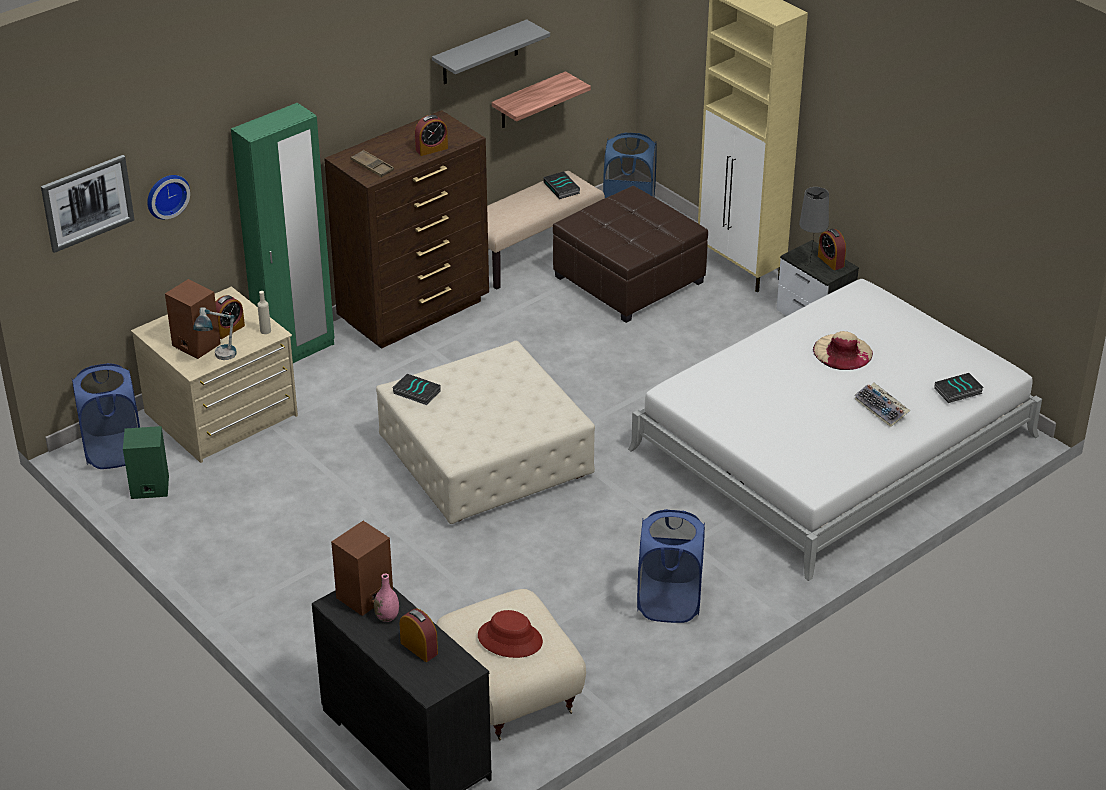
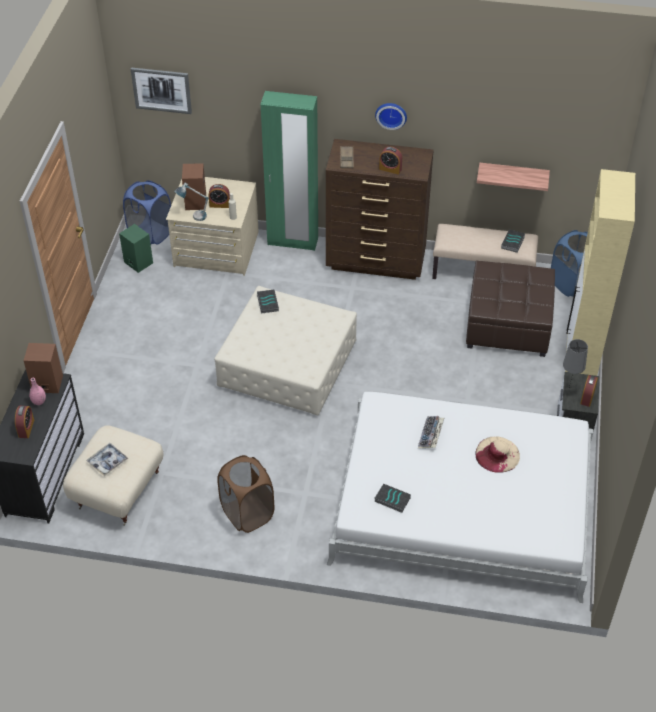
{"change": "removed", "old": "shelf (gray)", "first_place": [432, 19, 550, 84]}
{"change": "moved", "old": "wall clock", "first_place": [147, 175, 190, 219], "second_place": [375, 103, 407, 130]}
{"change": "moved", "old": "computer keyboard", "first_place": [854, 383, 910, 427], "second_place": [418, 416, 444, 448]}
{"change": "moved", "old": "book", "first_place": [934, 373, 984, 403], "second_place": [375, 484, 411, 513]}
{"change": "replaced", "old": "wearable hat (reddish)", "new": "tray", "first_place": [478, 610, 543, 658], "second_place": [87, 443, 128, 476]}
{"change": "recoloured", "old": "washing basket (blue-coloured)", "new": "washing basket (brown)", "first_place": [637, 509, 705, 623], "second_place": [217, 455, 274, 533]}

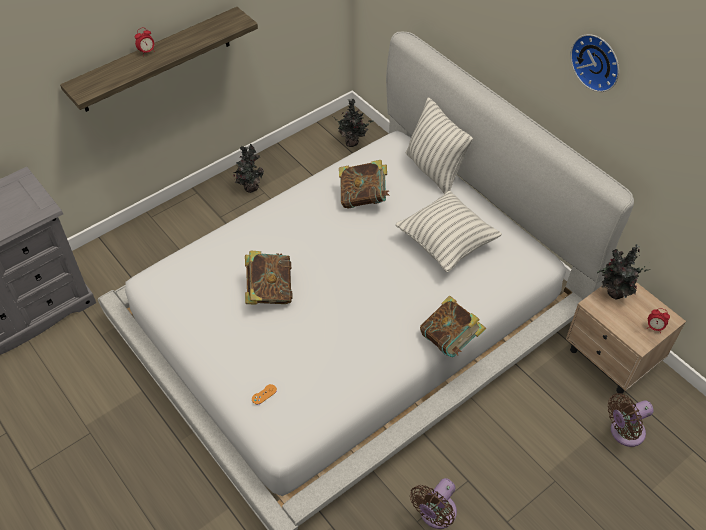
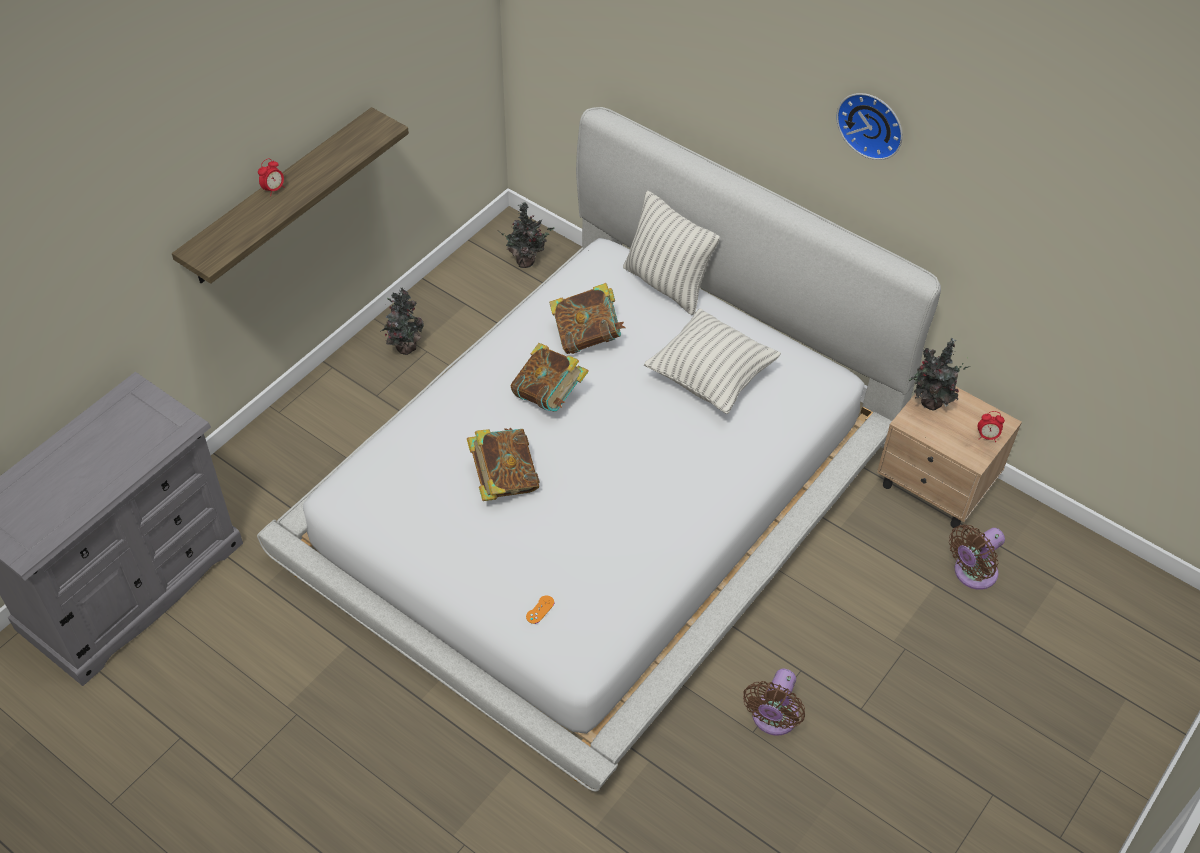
{"change": "moved", "old": "book", "first_place": [420, 295, 486, 357], "second_place": [511, 343, 589, 412]}

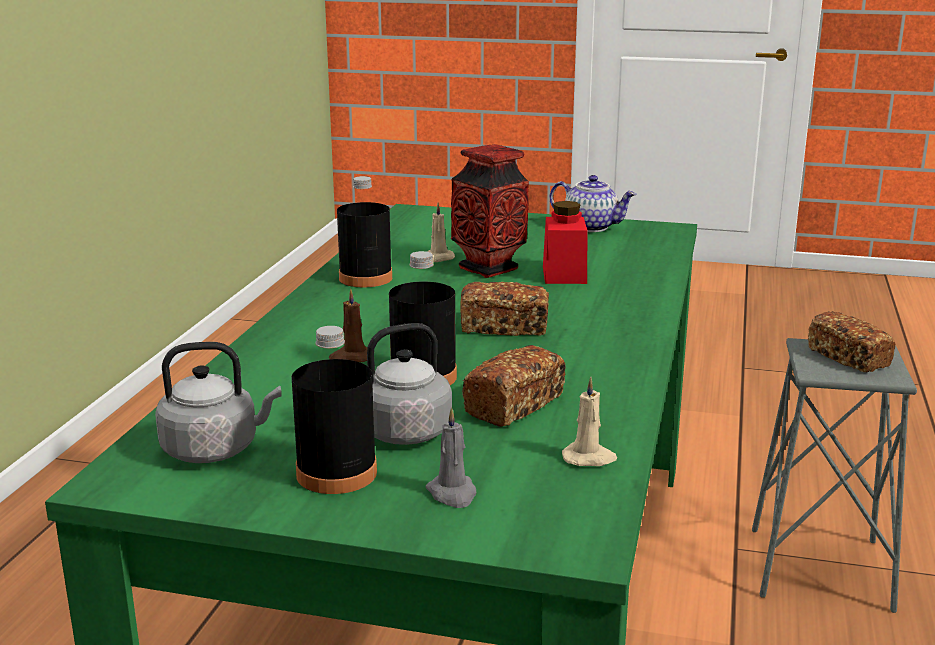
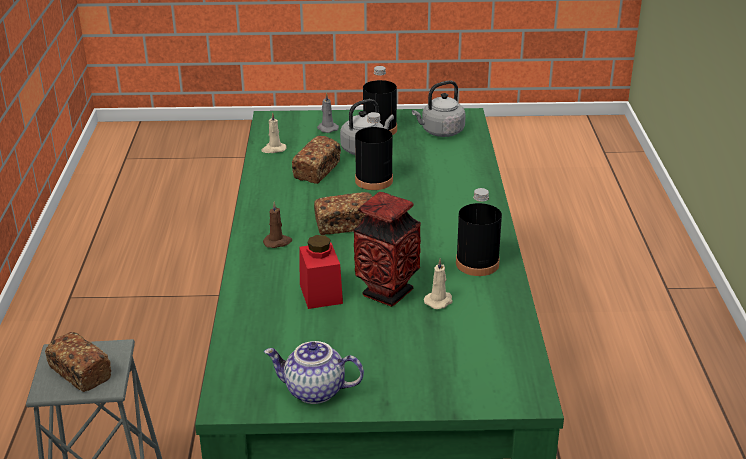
{"change": "moved", "old": "wax light (brown)", "first_place": [329, 288, 368, 362], "second_place": [263, 201, 292, 248]}

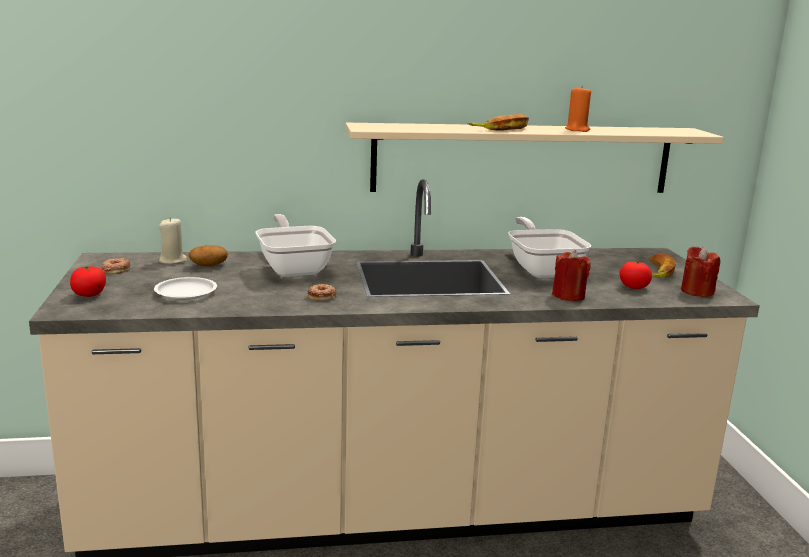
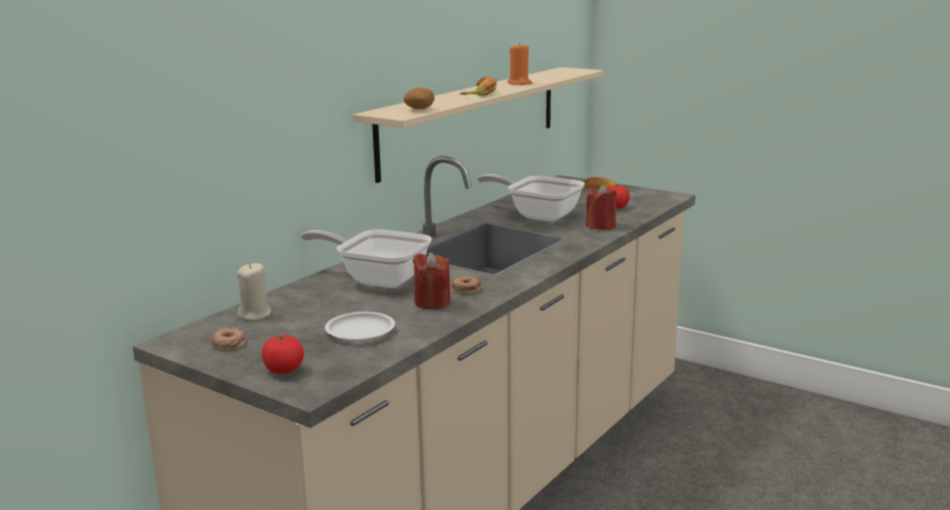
{"change": "moved", "old": "potato", "first_place": [189, 245, 228, 267], "second_place": [404, 88, 435, 109]}
{"change": "moved", "old": "wax light (reddish)", "first_place": [681, 247, 720, 297], "second_place": [413, 252, 451, 309]}

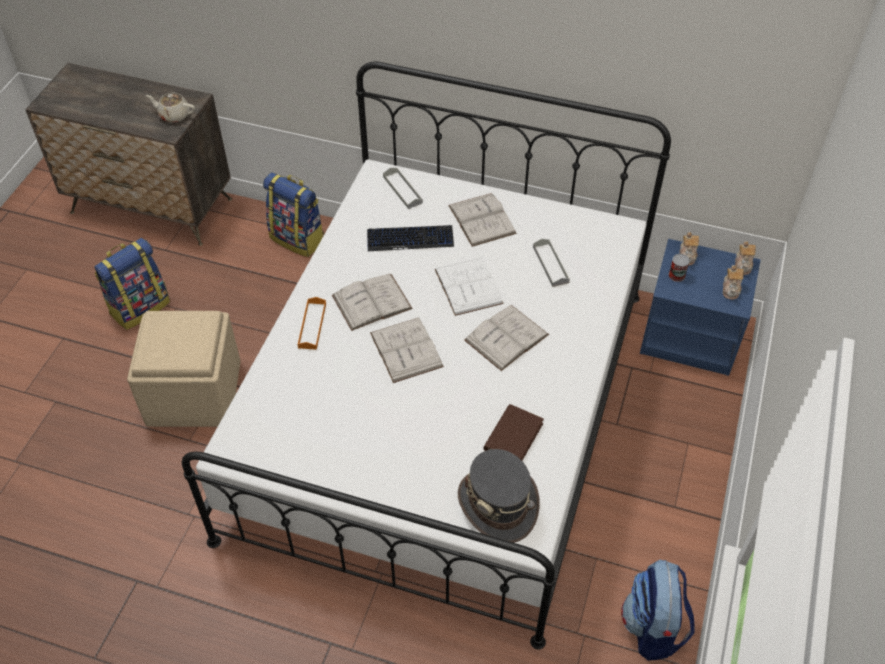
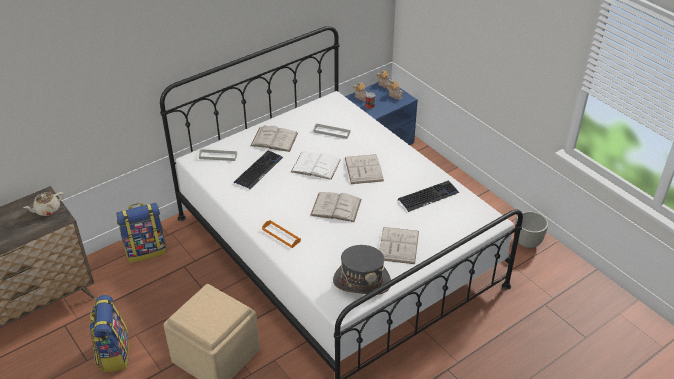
{"change": "moved", "old": "book (whitish)", "first_place": [332, 274, 413, 331], "second_place": [379, 227, 419, 264]}
{"change": "moved", "old": "wearable hat (gray)", "first_place": [458, 449, 540, 543], "second_place": [333, 245, 391, 295]}
{"change": "replaced", "old": "book (brown)", "new": "computer keyboard", "first_place": [483, 404, 544, 460], "second_place": [398, 180, 459, 212]}
{"change": "replaced", "old": "rucksack", "new": "flower pot (gray)", "first_place": [621, 560, 694, 661], "second_place": [515, 211, 548, 248]}

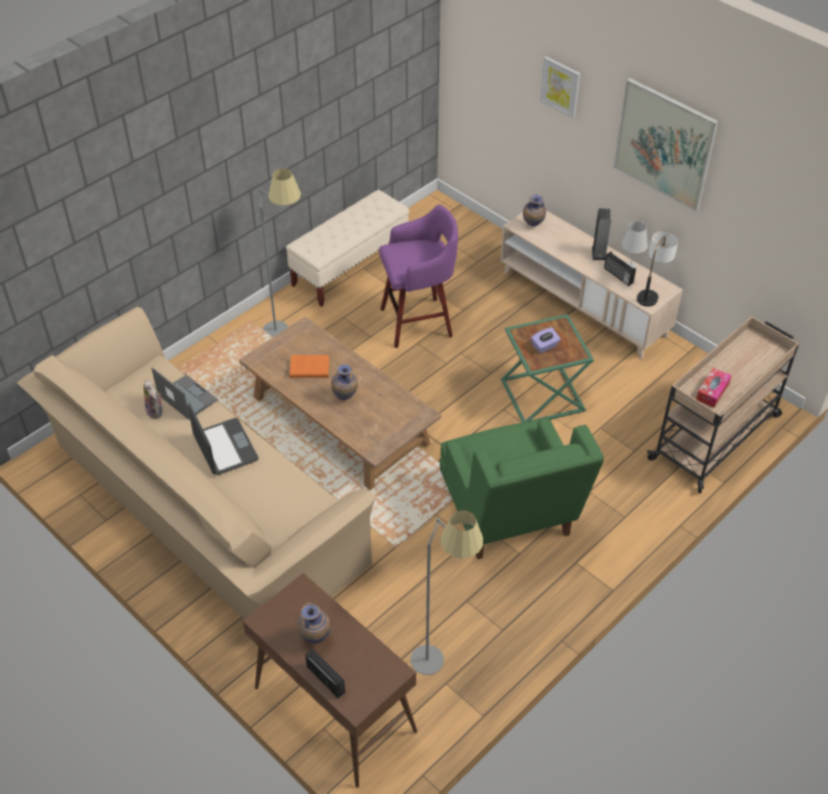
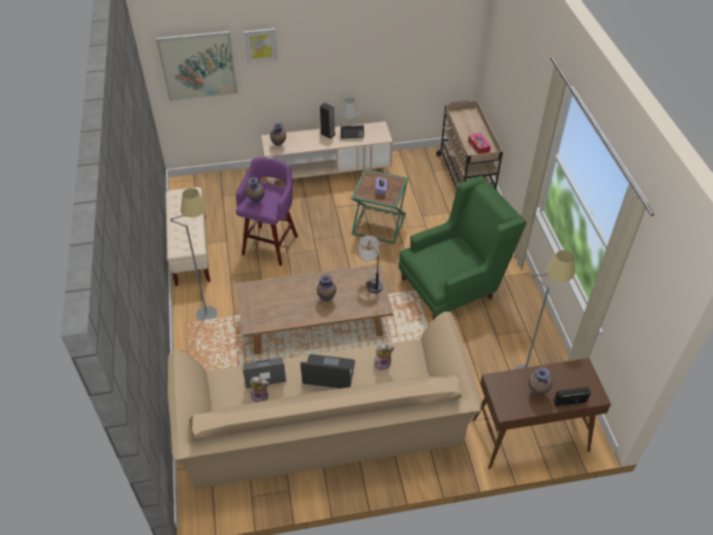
{"change": "removed", "old": "book (orange)", "first_place": [290, 355, 329, 378]}
{"change": "added", "new": "decorative vase", "second_place": [246, 177, 265, 202]}
{"change": "added", "new": "cuddly toy", "second_place": [374, 344, 395, 370]}
{"change": "moved", "old": "wall art", "first_place": [614, 78, 719, 211], "second_place": [156, 31, 238, 101]}
{"change": "moved", "old": "lamp for a table", "first_place": [637, 230, 678, 307], "second_place": [358, 235, 383, 293]}
{"change": "turned", "old": "easy chair (green-coloured)", "first_place": [440, 418, 604, 559], "second_place": [399, 176, 527, 320], "degrees": -45}

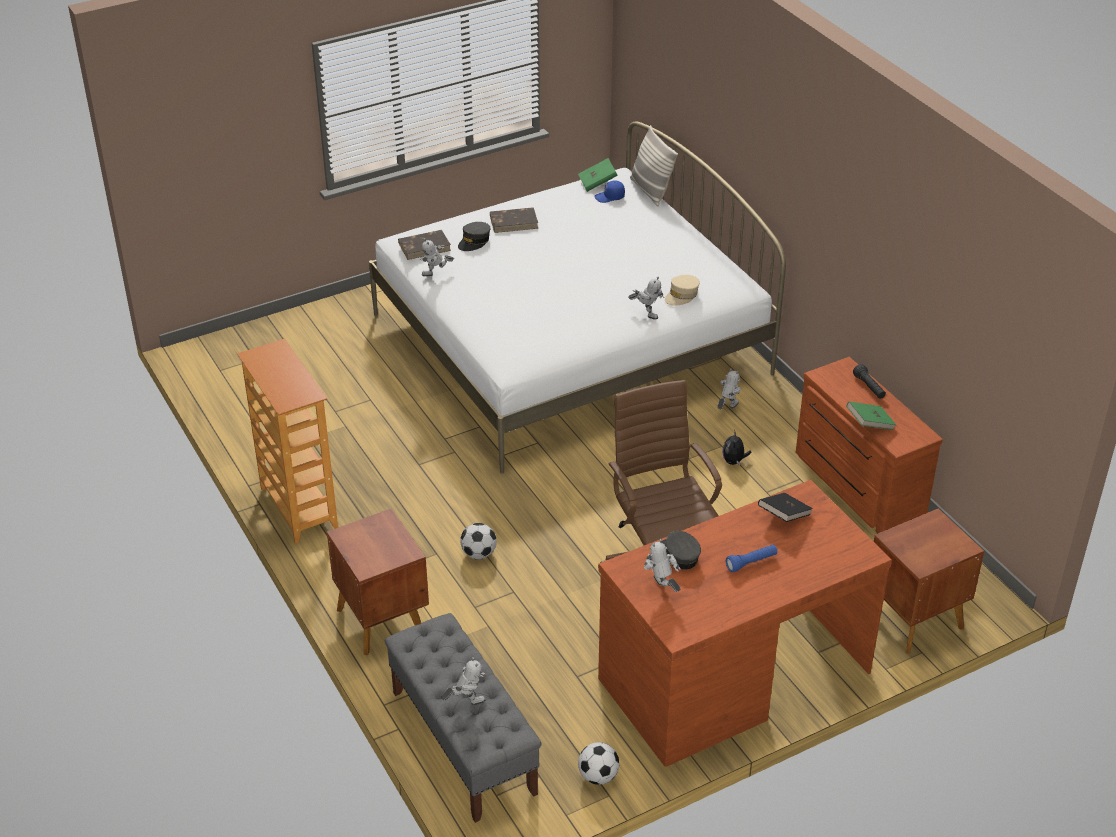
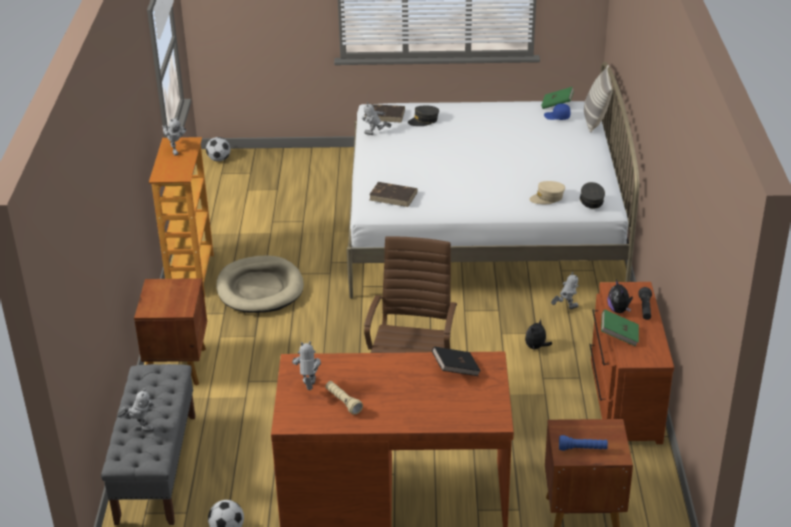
{"change": "added", "new": "dog cushion (beige-coloured)", "second_place": [216, 255, 304, 313]}
{"change": "added", "new": "torch (beige-coloured)", "second_place": [325, 381, 363, 415]}
{"change": "added", "new": "cuddly toy", "second_place": [607, 280, 633, 313]}
{"change": "moved", "old": "football", "first_place": [460, 523, 497, 559], "second_place": [206, 137, 231, 162]}
{"change": "moved", "old": "book (brown)", "first_place": [490, 207, 538, 233], "second_place": [369, 182, 418, 207]}
{"change": "moved", "old": "robot figure", "first_place": [628, 277, 664, 320], "second_place": [162, 117, 187, 156]}
{"change": "moved", "old": "peaked cap (gray)", "first_place": [662, 531, 701, 570], "second_place": [580, 182, 605, 209]}
{"change": "moved", "old": "torch (blue-coloured)", "first_place": [726, 544, 777, 572], "second_place": [559, 435, 608, 451]}

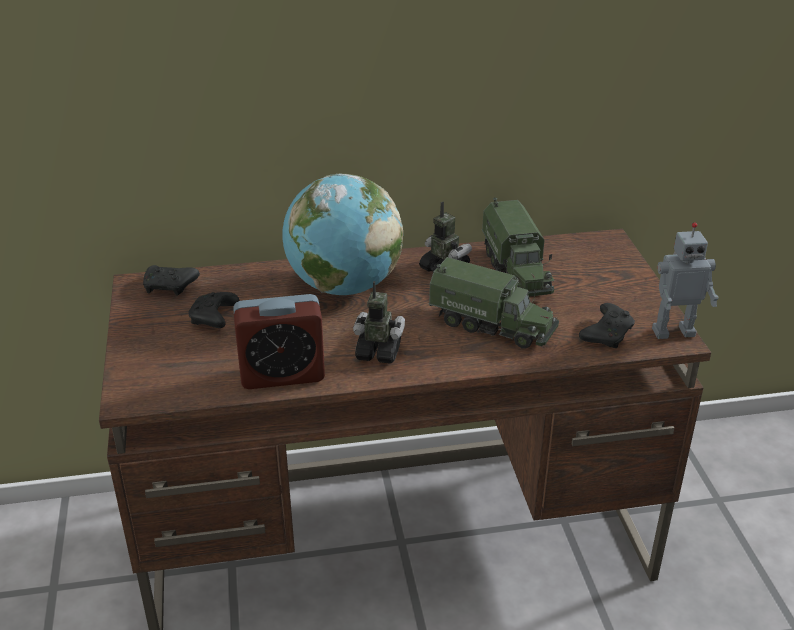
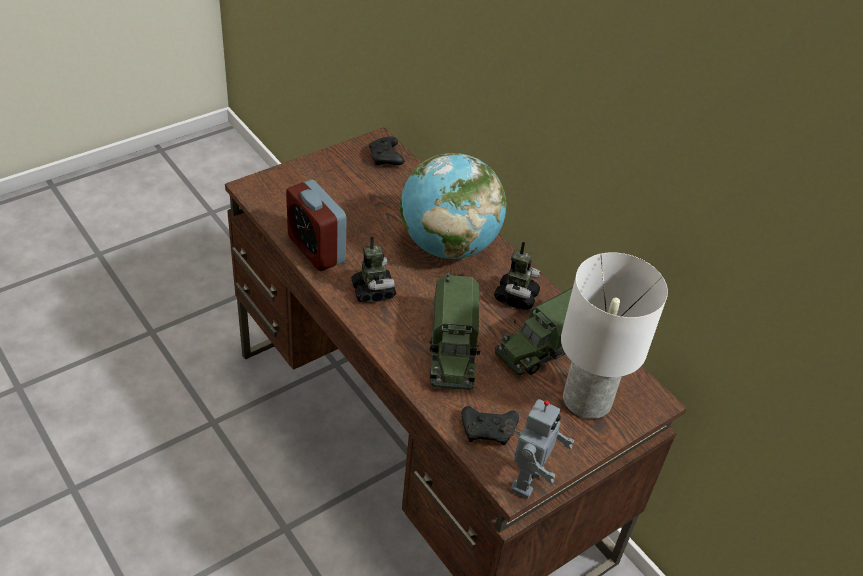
{"change": "removed", "old": "joypad (black-coloured)", "first_place": [188, 292, 239, 328]}
{"change": "added", "new": "lamp for a table (whitish)", "second_place": [561, 252, 668, 419]}
{"change": "turned", "old": "robot figure", "first_place": [652, 222, 719, 339], "second_place": [503, 399, 574, 499], "degrees": -120}

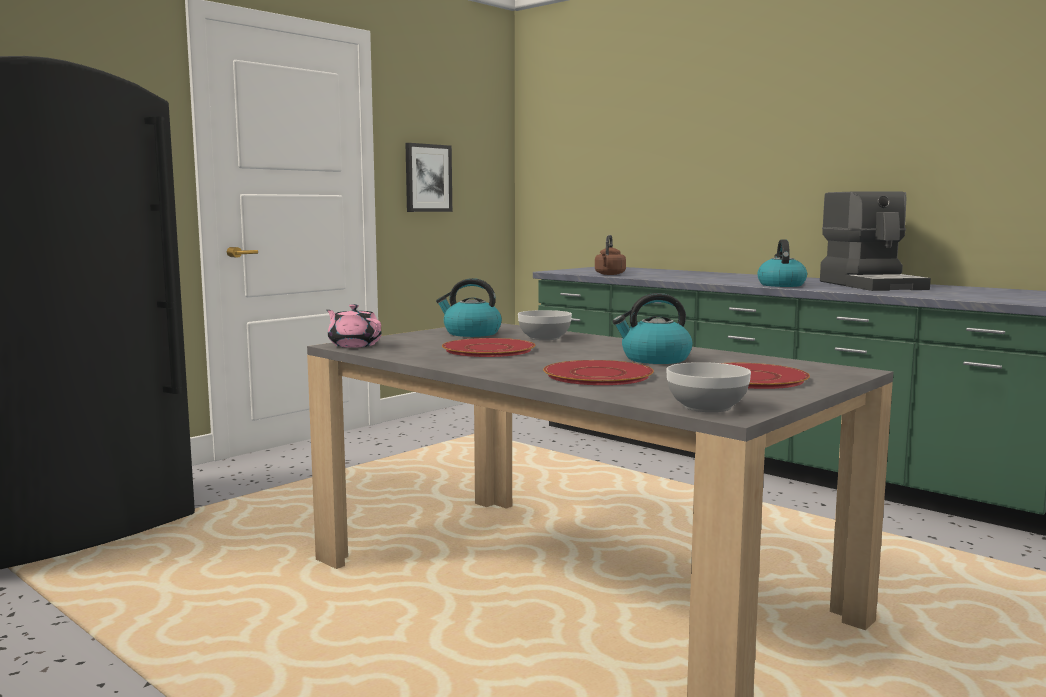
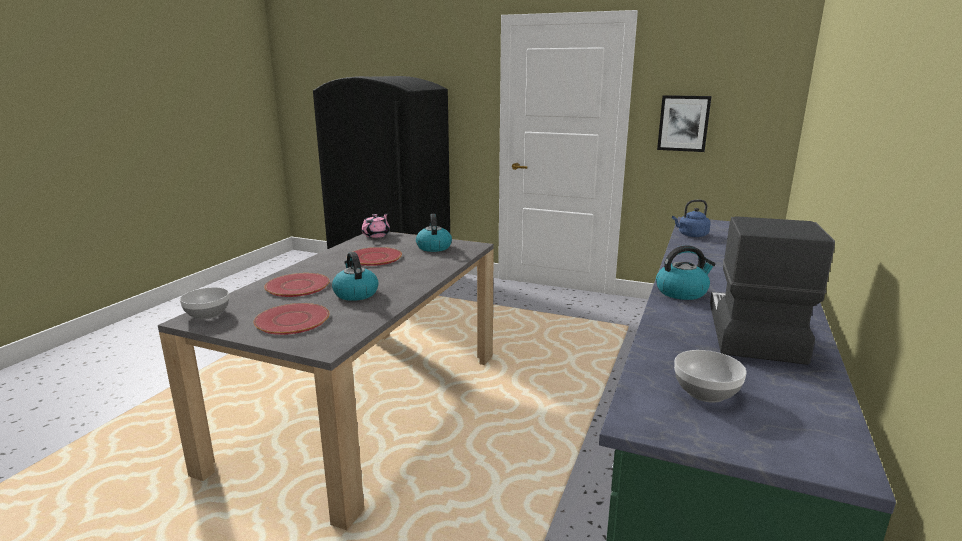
{"change": "moved", "old": "deep dish", "first_place": [518, 310, 572, 340], "second_place": [674, 350, 747, 403]}
{"change": "recoloured", "old": "water kettle (brown)", "new": "water kettle (blue-coloured)", "first_place": [595, 235, 626, 275], "second_place": [672, 200, 711, 237]}
{"change": "turned", "old": "coffee maker", "first_place": [820, 191, 931, 291], "second_place": [710, 216, 835, 365], "degrees": 135}

